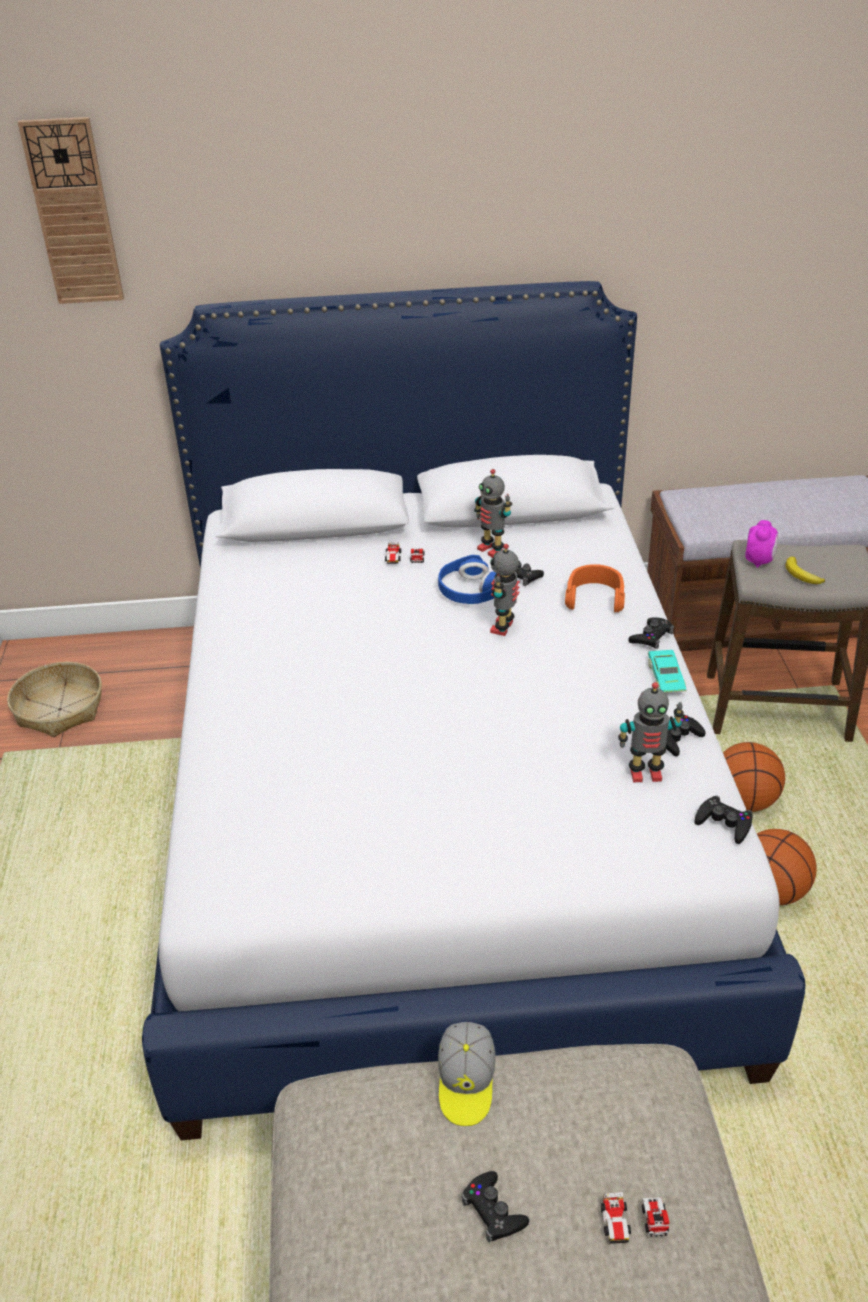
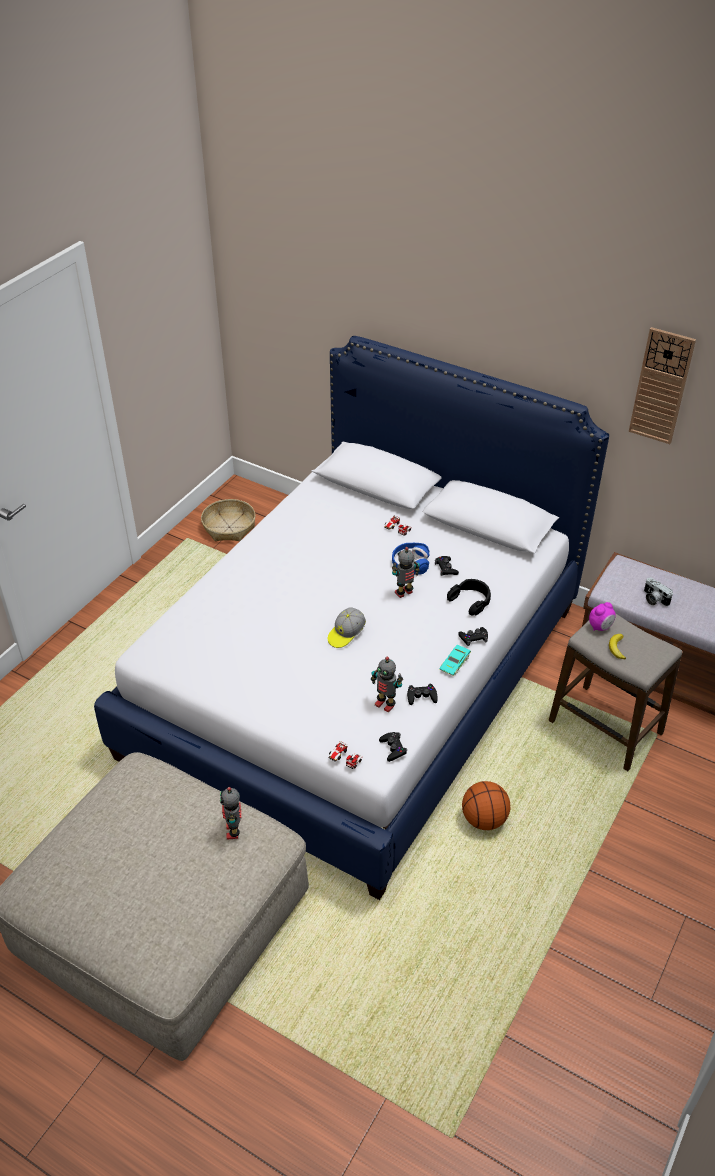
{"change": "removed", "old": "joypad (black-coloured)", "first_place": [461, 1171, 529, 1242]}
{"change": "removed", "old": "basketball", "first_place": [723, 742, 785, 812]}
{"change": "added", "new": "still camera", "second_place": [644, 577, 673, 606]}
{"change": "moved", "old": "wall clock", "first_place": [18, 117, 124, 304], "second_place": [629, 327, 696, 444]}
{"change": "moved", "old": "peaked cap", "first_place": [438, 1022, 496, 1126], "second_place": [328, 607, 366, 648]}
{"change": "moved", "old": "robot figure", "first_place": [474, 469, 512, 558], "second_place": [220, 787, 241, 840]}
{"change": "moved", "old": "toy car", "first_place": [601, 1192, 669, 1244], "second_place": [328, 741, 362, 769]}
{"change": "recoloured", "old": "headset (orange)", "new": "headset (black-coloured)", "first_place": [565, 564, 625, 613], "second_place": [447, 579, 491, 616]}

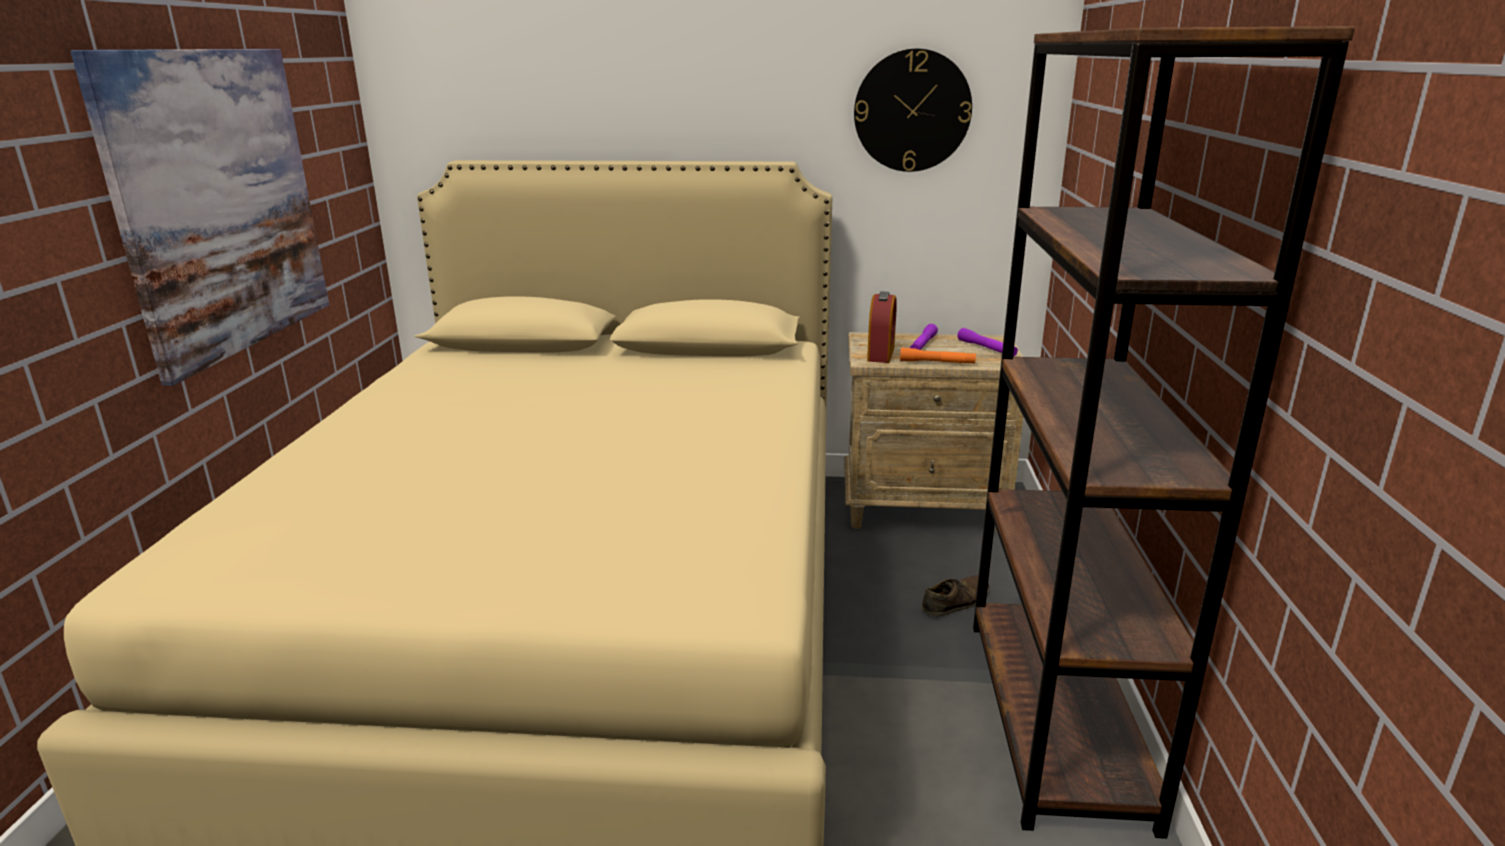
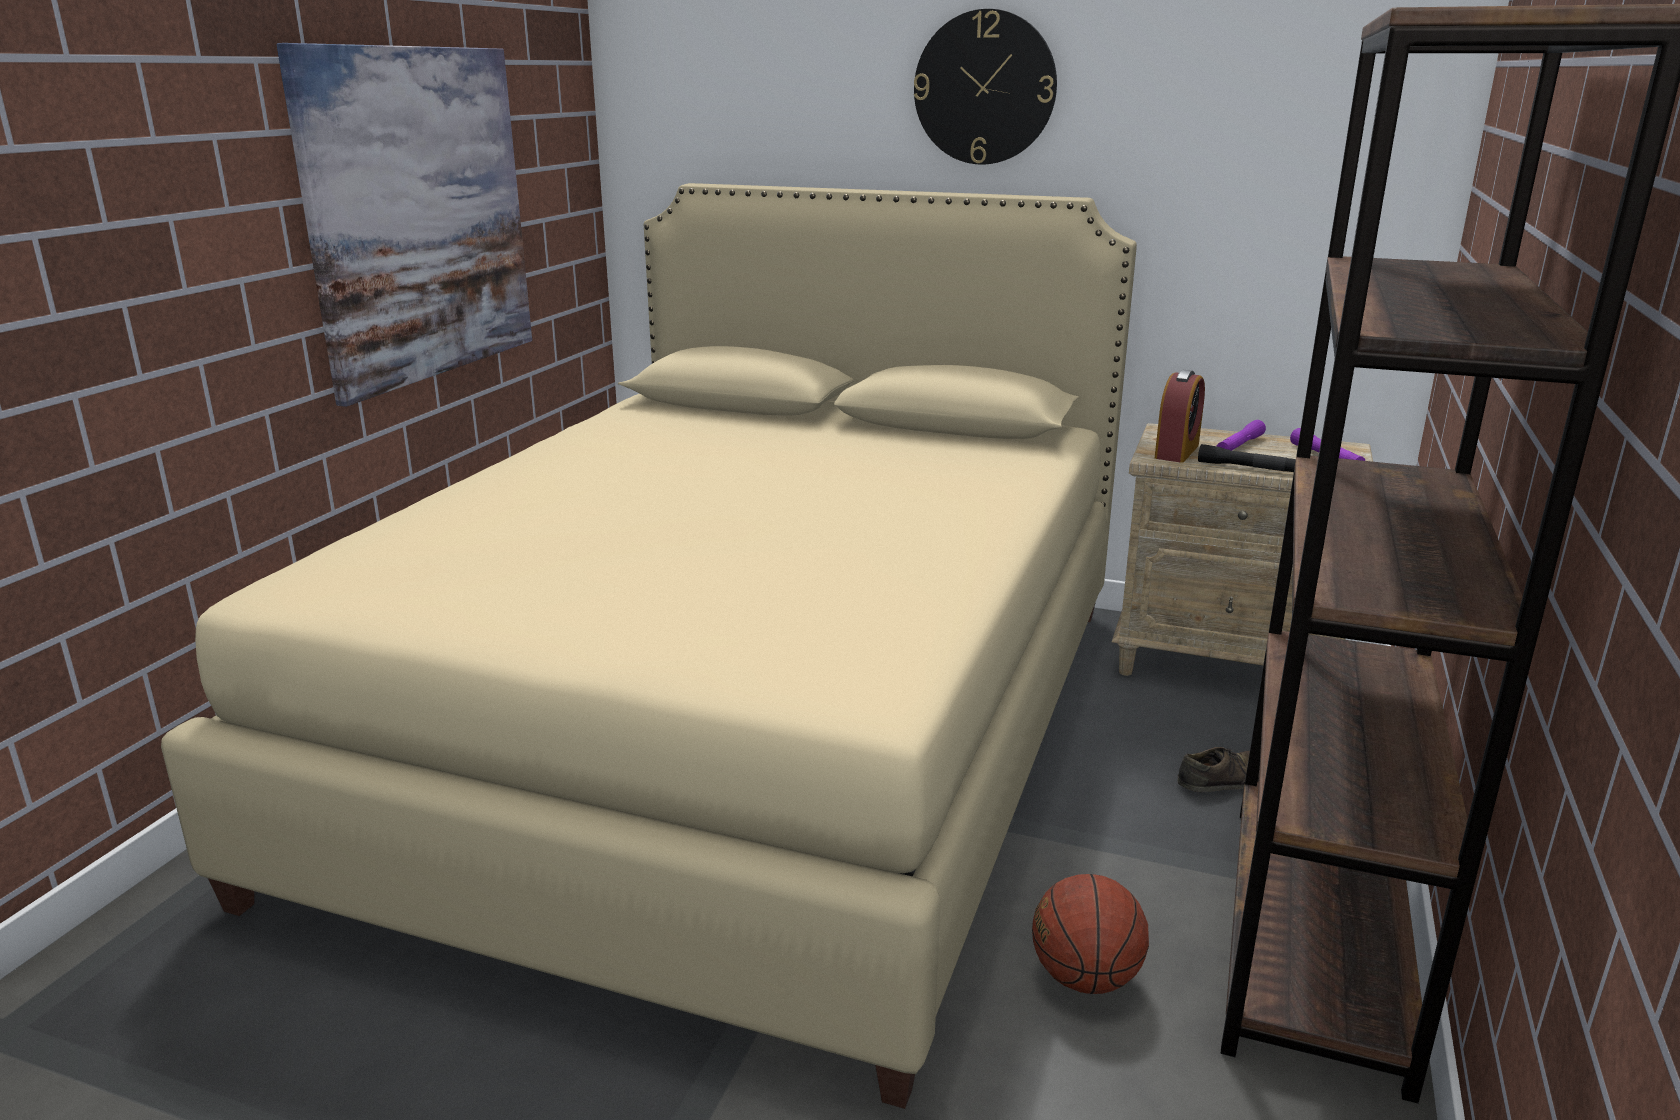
{"change": "added", "new": "basketball", "second_place": [1032, 874, 1149, 994]}
{"change": "moved", "old": "wall clock", "first_place": [854, 49, 972, 172], "second_place": [914, 9, 1057, 164]}
{"change": "recoloured", "old": "torch (orange)", "new": "torch (black-coloured)", "first_place": [900, 347, 976, 364], "second_place": [1198, 444, 1296, 472]}

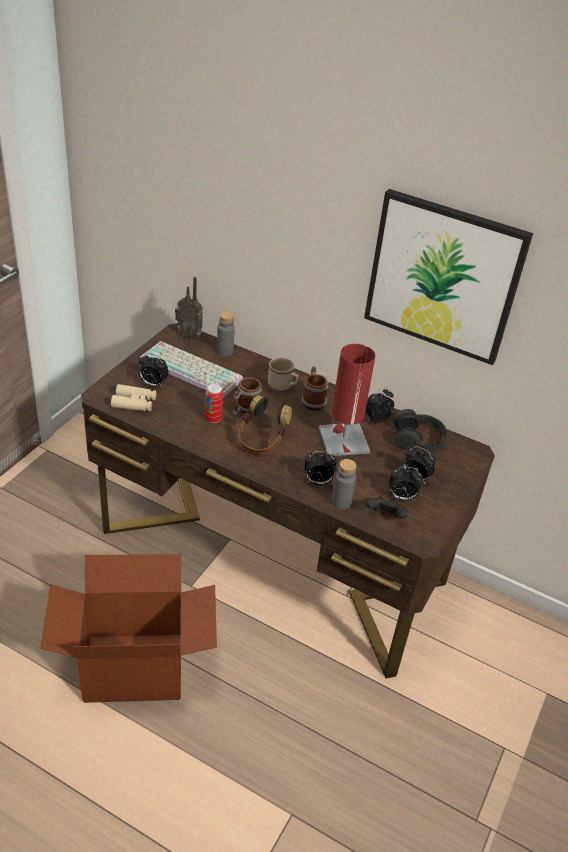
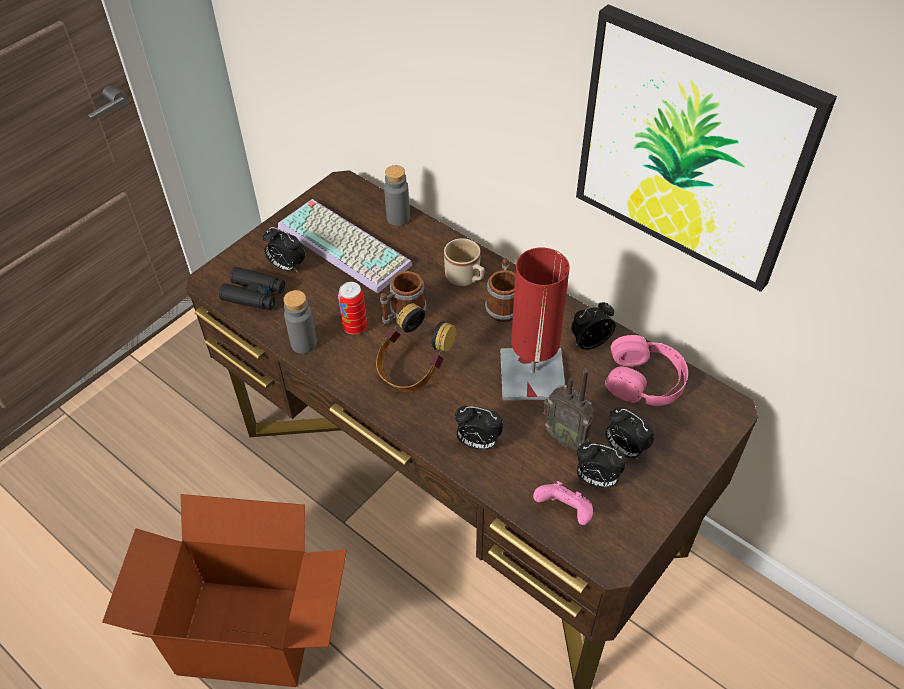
{"change": "moved", "old": "radio set", "first_place": [175, 277, 203, 340], "second_place": [543, 369, 594, 450]}
{"change": "moved", "old": "beverage bottle (gray)", "first_place": [332, 459, 357, 510], "second_place": [283, 290, 317, 354]}
{"change": "recoloured", "old": "field glasses (beige-coloured)", "new": "field glasses (black-coloured)", "first_place": [111, 384, 156, 411], "second_place": [219, 267, 285, 310]}
{"change": "recoloured", "old": "joypad (black-coloured)", "new": "joypad (pinkish)", "first_place": [366, 496, 407, 519], "second_place": [533, 481, 593, 525]}
{"change": "recoloured", "old": "headset (black-coloured)", "new": "headset (pinkish)", "first_place": [393, 409, 447, 452], "second_place": [605, 335, 688, 406]}

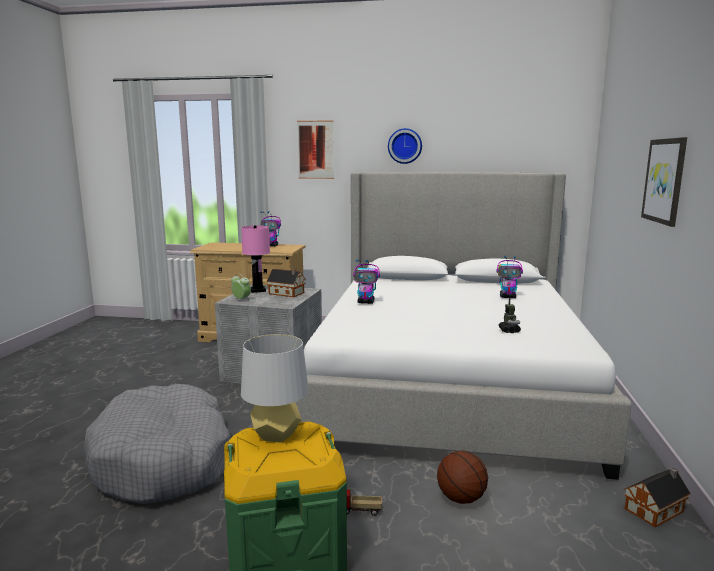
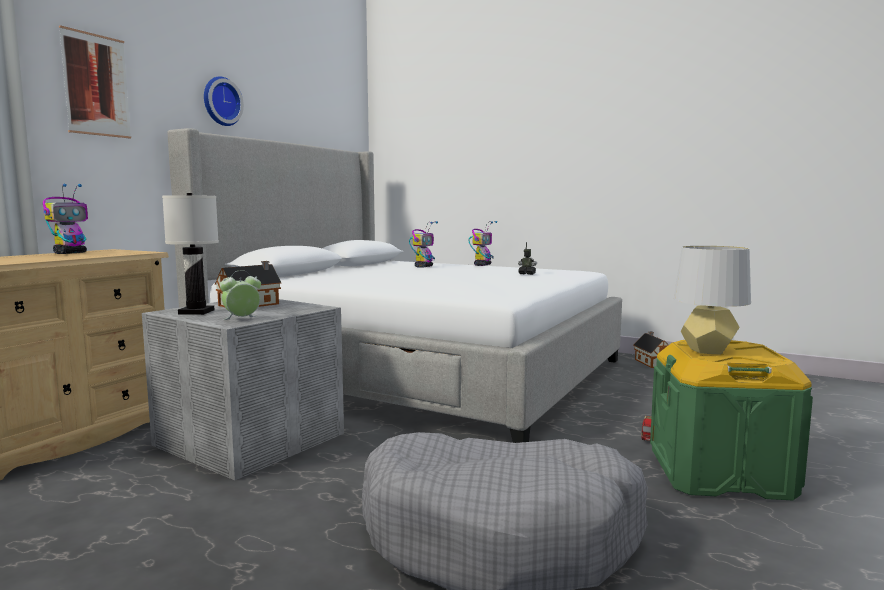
{"change": "removed", "old": "basketball", "first_place": [437, 450, 488, 504]}
{"change": "removed", "old": "wall art", "first_place": [641, 137, 687, 227]}
{"change": "moved", "old": "robot figure", "first_place": [353, 260, 380, 304], "second_place": [469, 221, 497, 266]}
{"change": "recoloured", "old": "lamp for a table (pinkish)", "new": "lamp for a table (whitish)", "first_place": [241, 225, 270, 293], "second_place": [162, 193, 219, 315]}

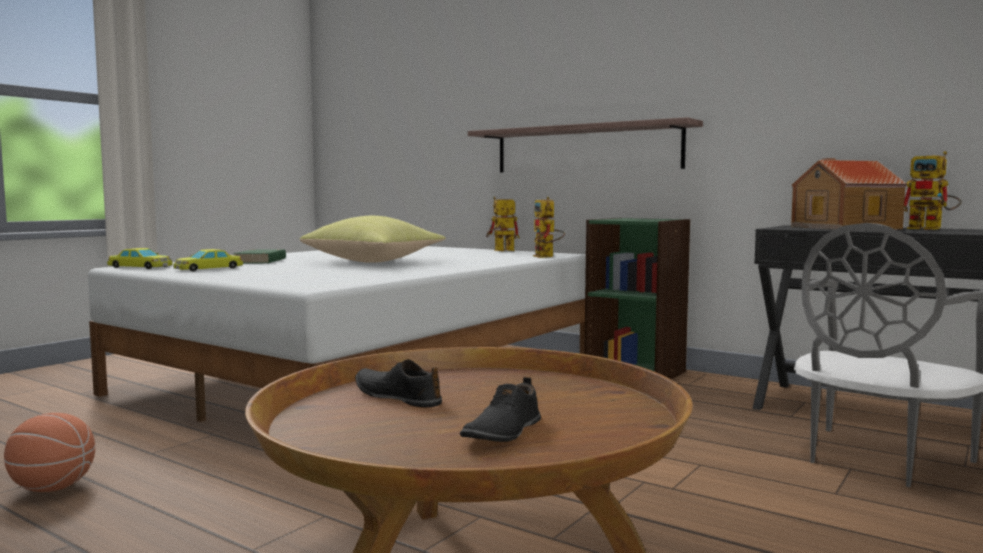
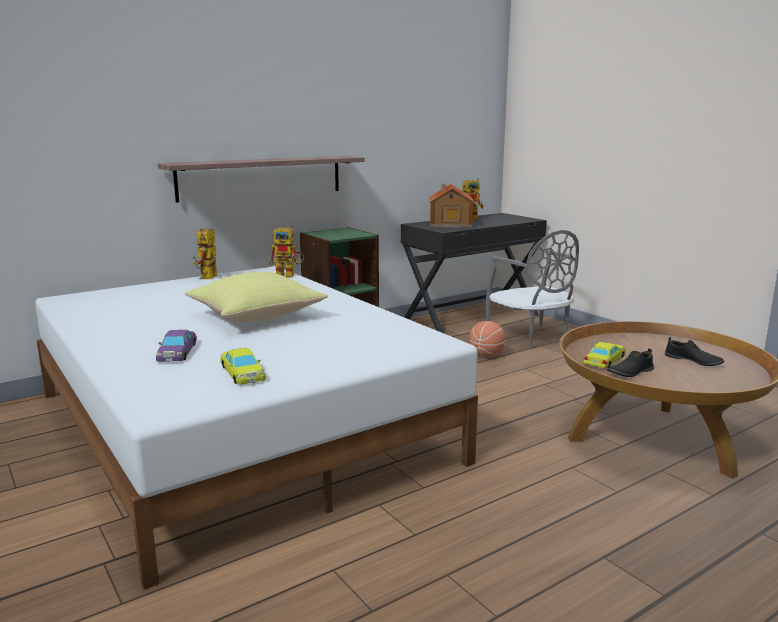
{"change": "moved", "old": "basketball", "first_place": [4, 413, 95, 492], "second_place": [469, 321, 505, 357]}
{"change": "moved", "old": "toy car (yellow-coloured)", "first_place": [107, 248, 173, 269], "second_place": [583, 342, 626, 368]}
{"change": "replaced", "old": "book (green-coloured)", "new": "toy car (purple-coloured)", "first_place": [233, 249, 286, 263], "second_place": [156, 330, 197, 362]}

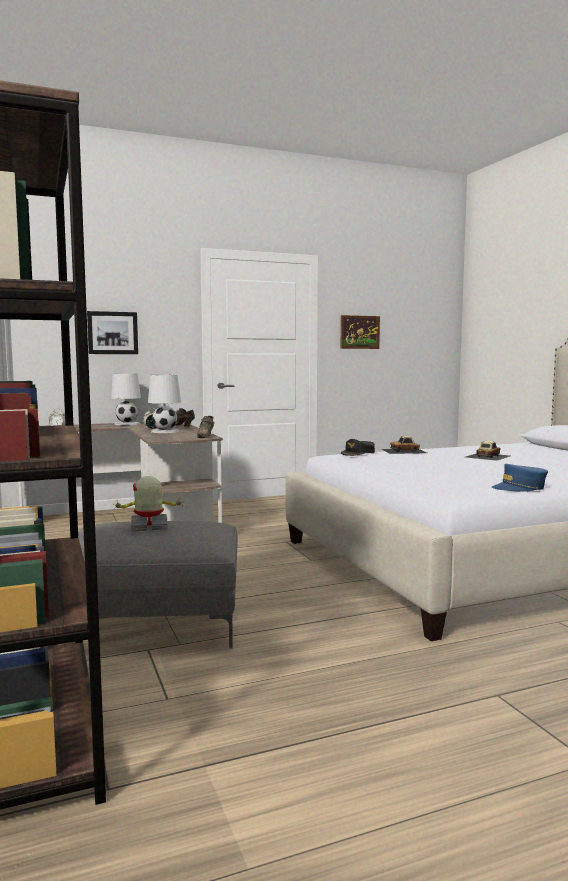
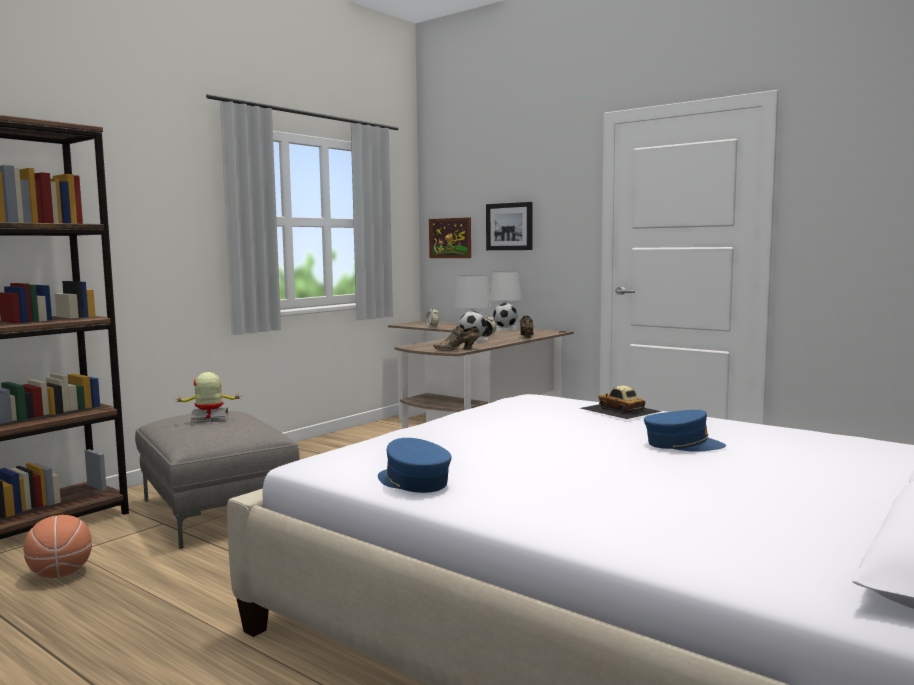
{"change": "removed", "old": "peaked cap (black-coloured)", "first_place": [341, 439, 375, 456]}
{"change": "added", "new": "basketball", "second_place": [24, 515, 92, 578]}
{"change": "moved", "old": "wall art", "first_place": [340, 315, 380, 349], "second_place": [429, 217, 471, 258]}
{"change": "replaced", "old": "toy car", "new": "peaked cap (blue-coloured)", "first_place": [466, 441, 510, 461], "second_place": [644, 410, 726, 452]}
{"change": "turned", "old": "robot figure", "first_place": [112, 476, 182, 531], "second_place": [177, 372, 243, 423], "degrees": -60}

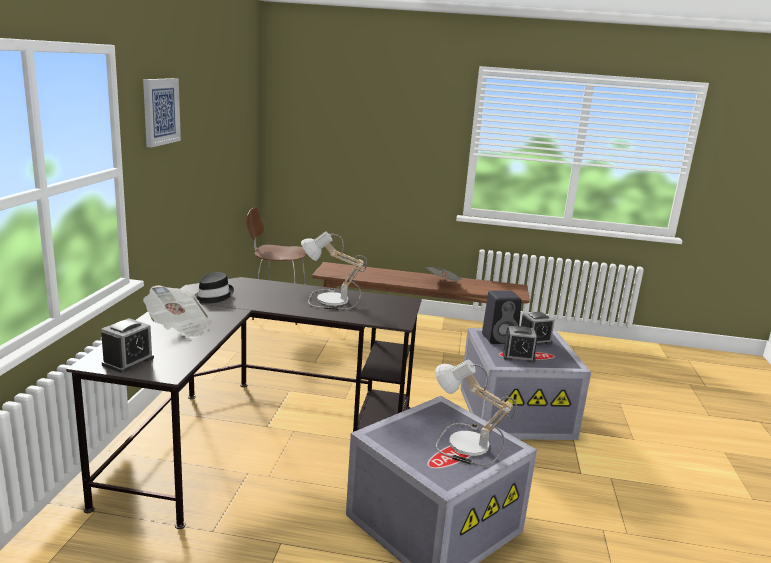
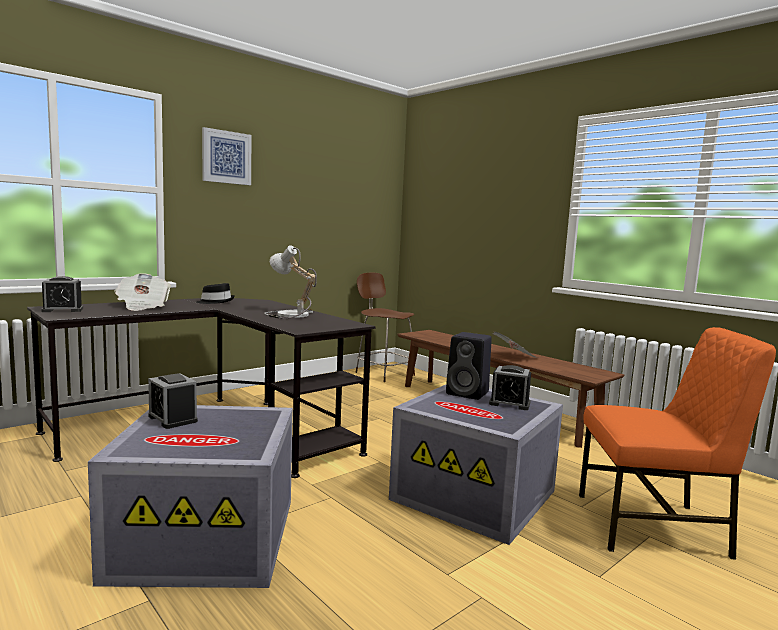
{"change": "removed", "old": "lamp for a table", "first_place": [435, 360, 517, 466]}
{"change": "added", "new": "plain chair (orange)", "second_place": [579, 327, 776, 560]}
{"change": "moved", "old": "alarm clock", "first_place": [503, 326, 538, 363], "second_place": [148, 374, 198, 429]}

